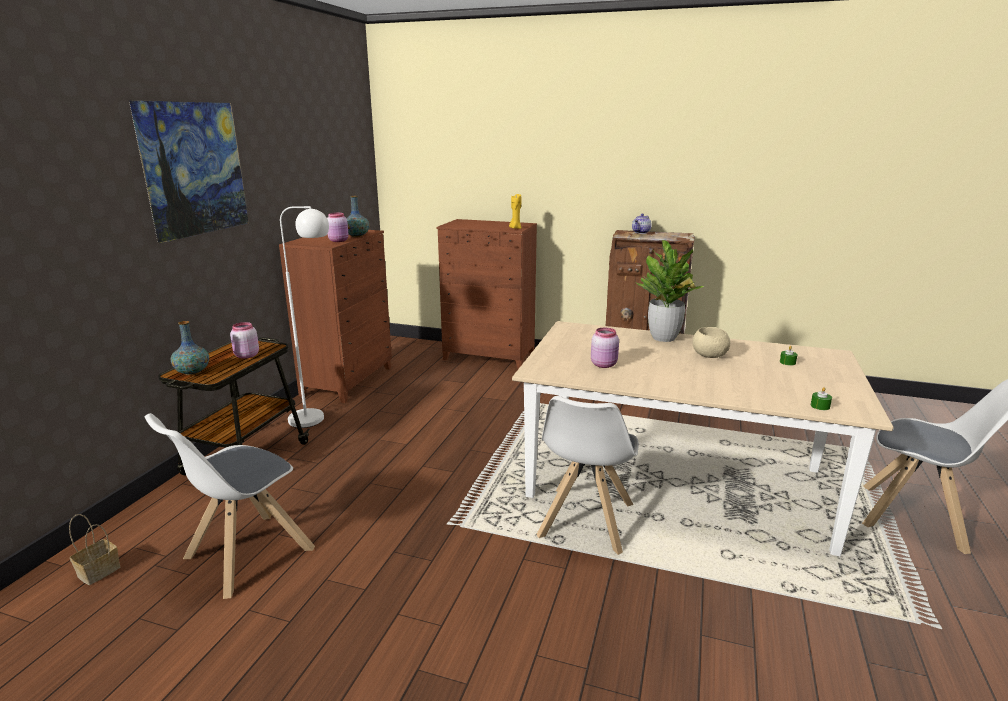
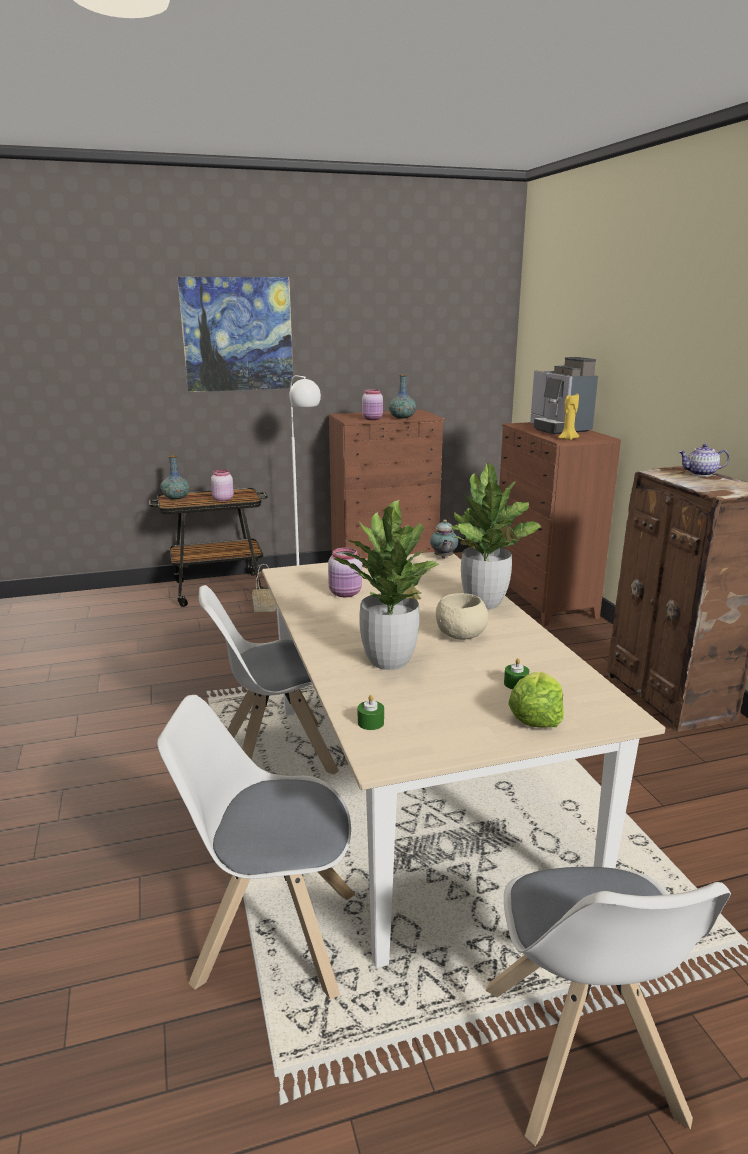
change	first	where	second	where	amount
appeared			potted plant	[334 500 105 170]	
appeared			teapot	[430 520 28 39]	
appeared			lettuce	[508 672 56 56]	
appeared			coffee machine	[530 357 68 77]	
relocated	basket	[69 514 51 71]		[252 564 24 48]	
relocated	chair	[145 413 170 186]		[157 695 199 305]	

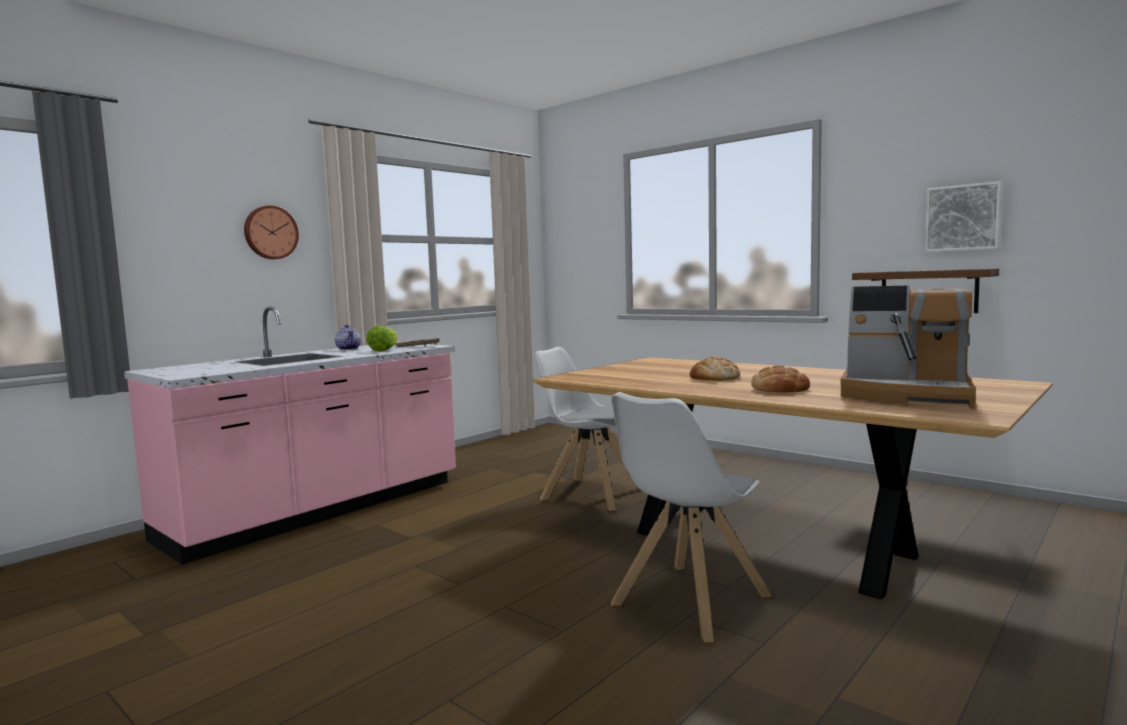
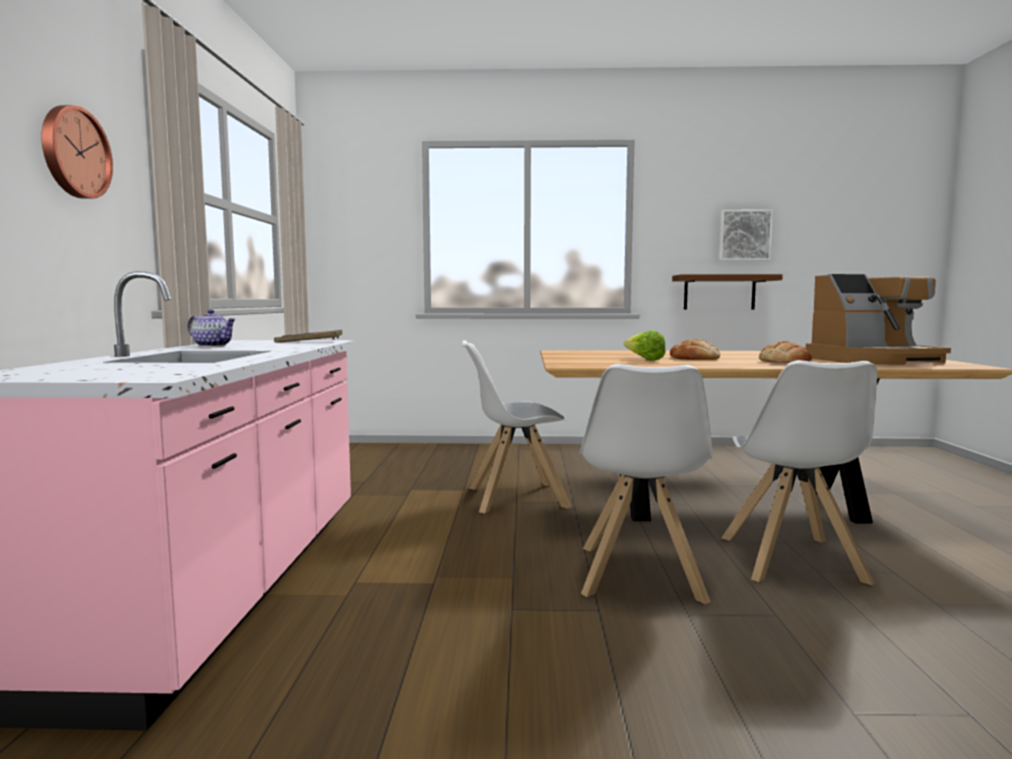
change	first	where	second	where	amount
appeared			chair	[580 364 133 240]	
relocated	lettuce	[366 326 31 25]		[624 330 42 31]	

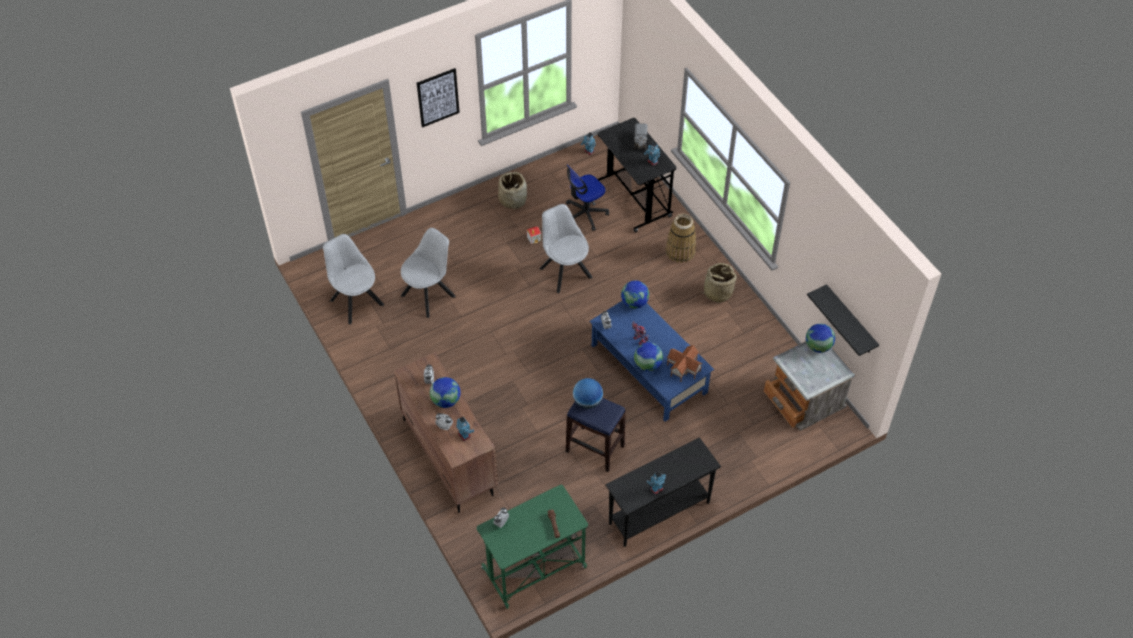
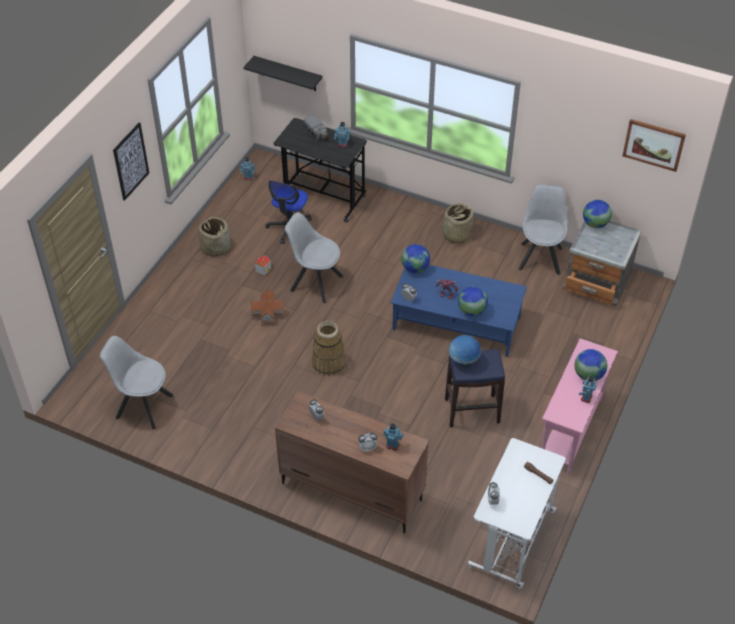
change	first	where	second	where	amount
appeared			picture	[622 119 64 53]	
relocated	chair in grey	[401 228 55 90]		[518 184 50 91]	
relocated	globe	[430 377 31 31]		[574 349 33 32]	
relocated	basket	[666 214 30 49]		[312 321 34 55]	
relocated	toy house	[667 345 35 37]		[251 289 33 37]	
relocated	shelf in black	[807 284 72 72]		[243 56 80 35]	
colour	desk in green	[477 485 111 124]	desk in white	[468 438 98 150]	
colour	console table in black	[606 437 115 110]	console table in pink	[541 338 77 137]	

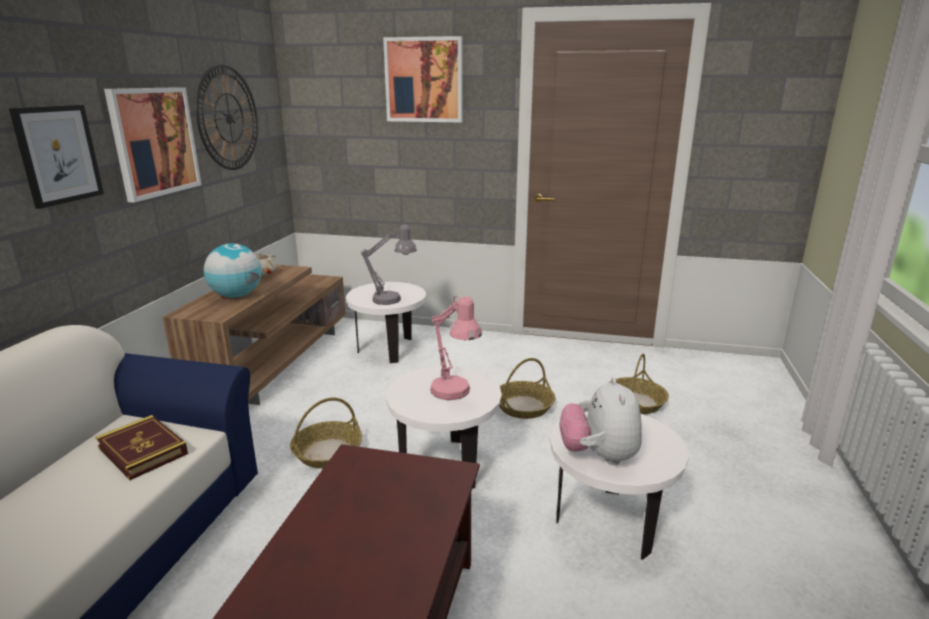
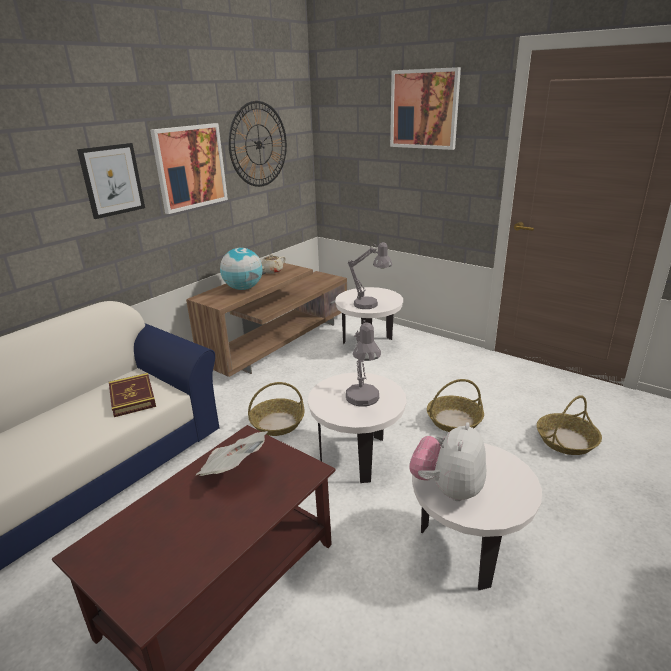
change	first	where	second	where	amount
appeared			newspaper	[196 431 72 45]	
colour	table lamp in pink	[430 296 52 104]	table lamp in grey	[346 320 35 87]	

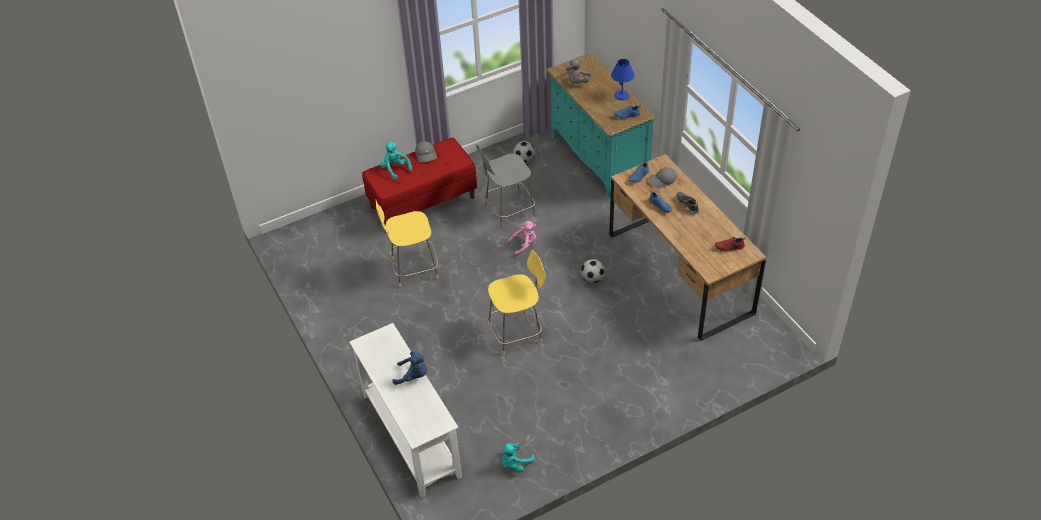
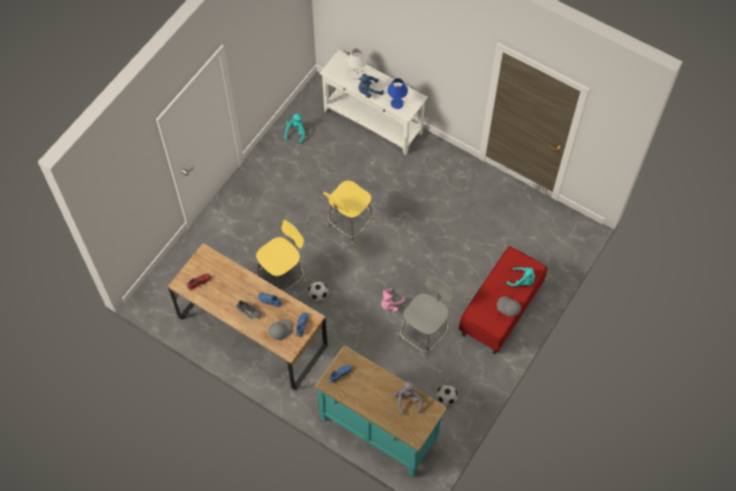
change	first	where	second	where	amount
appeared			table lamp in white	[347 48 20 31]	
relocated	stool in yellow	[375 199 64 88]		[256 220 49 72]	
relocated	table lamp in blue	[611 59 24 41]		[387 78 21 31]	

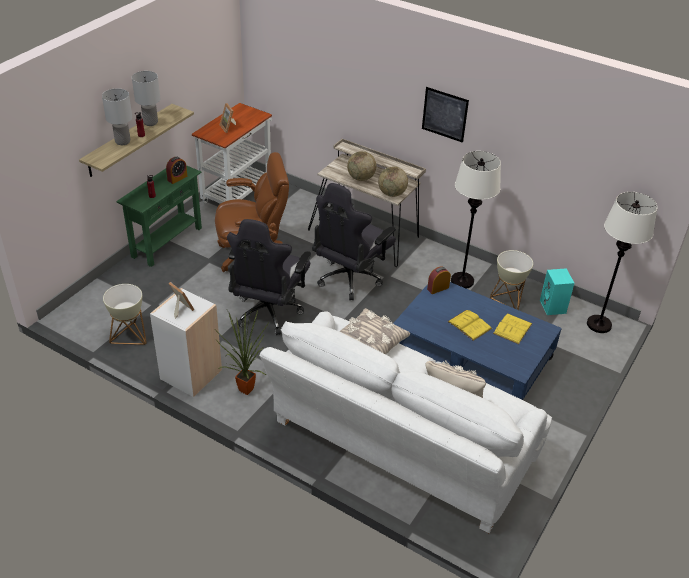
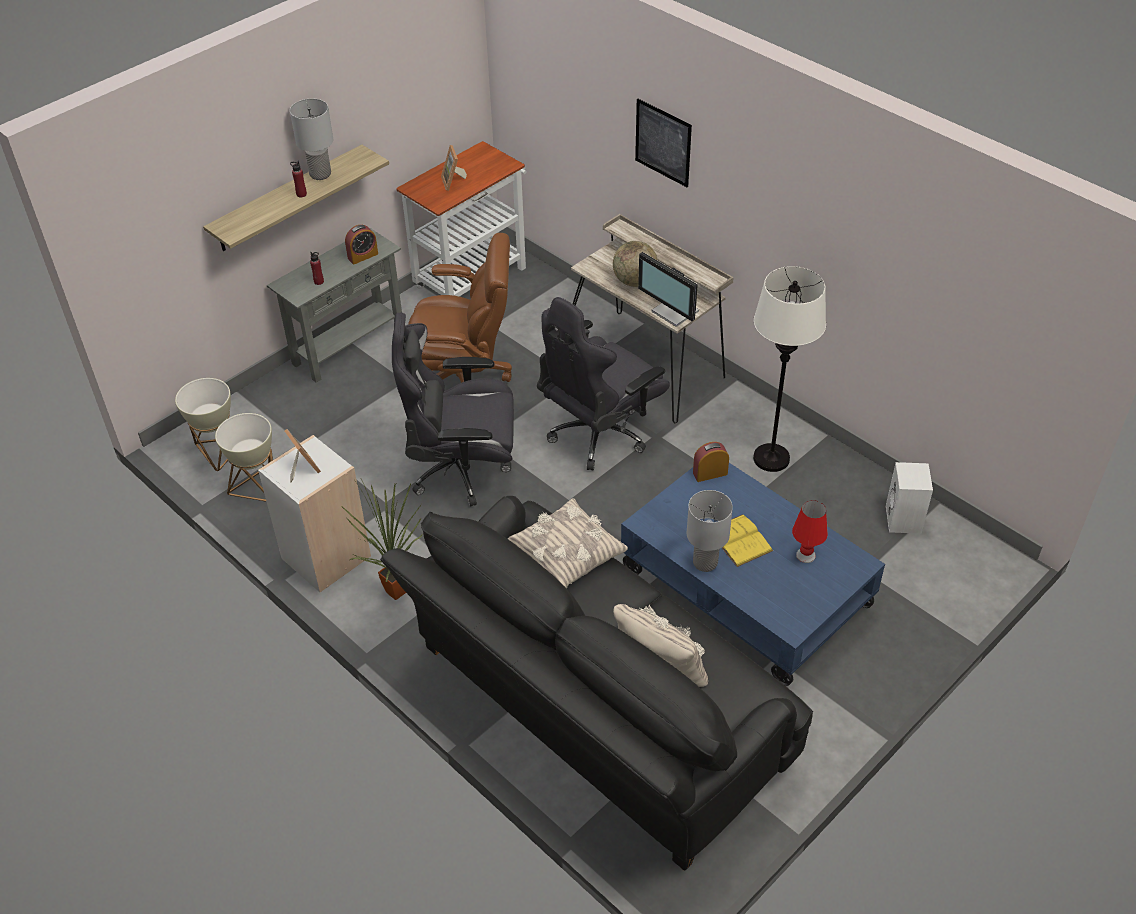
change	first	where	second	where	amount
missing	floor lamp in white	[587 192 71 141]			
relocated	table lamp in grey	[102 88 30 57]		[687 490 46 82]	
relocated	picture	[422 87 47 56]		[635 99 57 88]	
relocated	planter	[490 250 43 60]		[175 378 56 93]	
exchanged	globe	[378 166 30 31]	monitor	[638 252 61 75]	
exchanged	book in yellow	[493 313 39 31]	table lamp in red	[792 500 36 63]	
colour	console table in green	[116 165 86 102]	console table in grey	[267 228 135 155]	
colour	sofa in white	[259 311 293 222]	sofa in black	[380 496 433 375]	
colour	speaker in turquoise	[540 268 34 47]	speaker in white	[886 462 47 72]	
spun	office chair in black	[227 219 84 116]		[392 312 122 195]	60 degrees clockwise

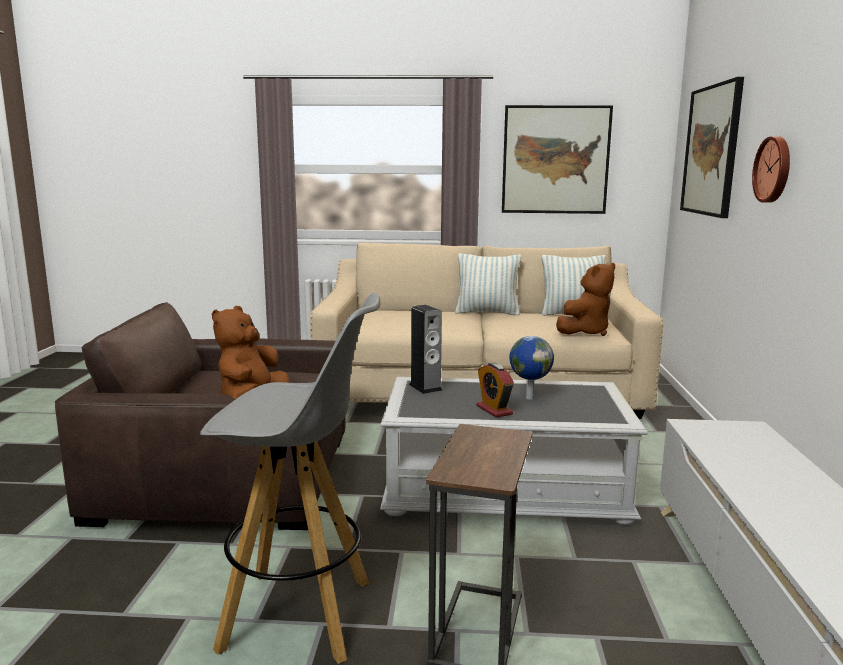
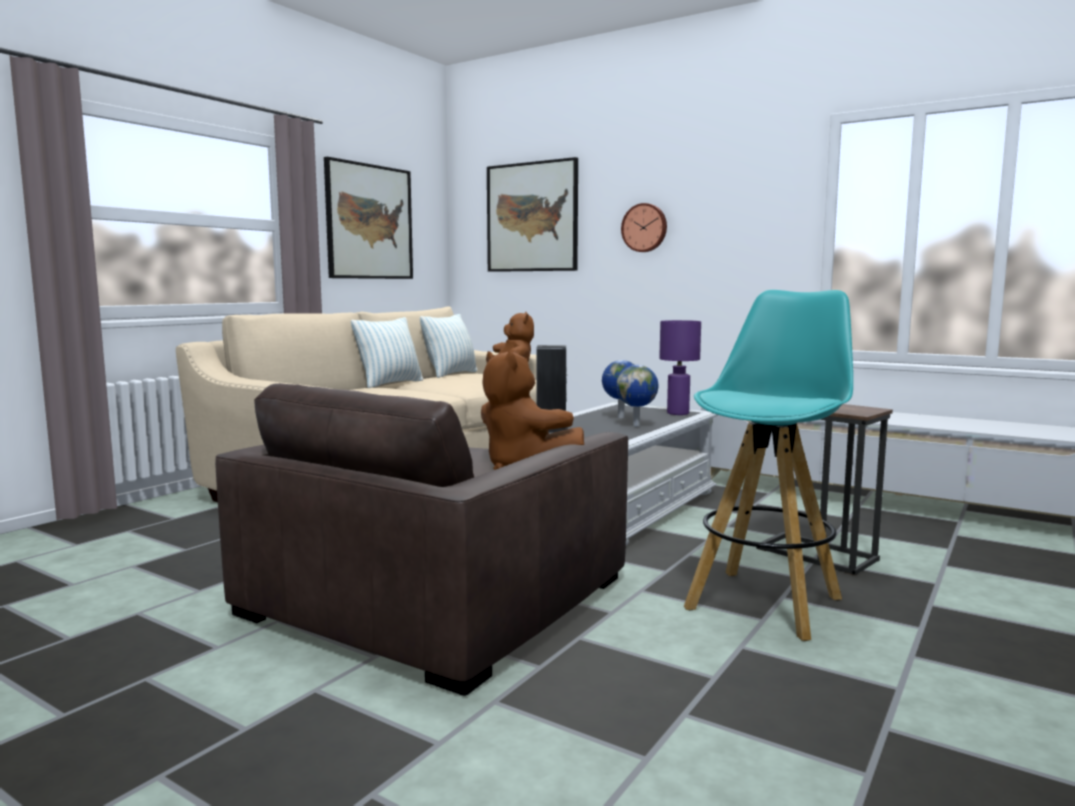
change	first	where	second	where	amount
appeared			table lamp in purple	[659 320 42 95]	
exchanged	alarm clock	[476 363 38 54]	globe	[616 365 42 62]	
colour	stool in grey	[200 293 180 371]	stool in turquoise	[684 290 169 351]	

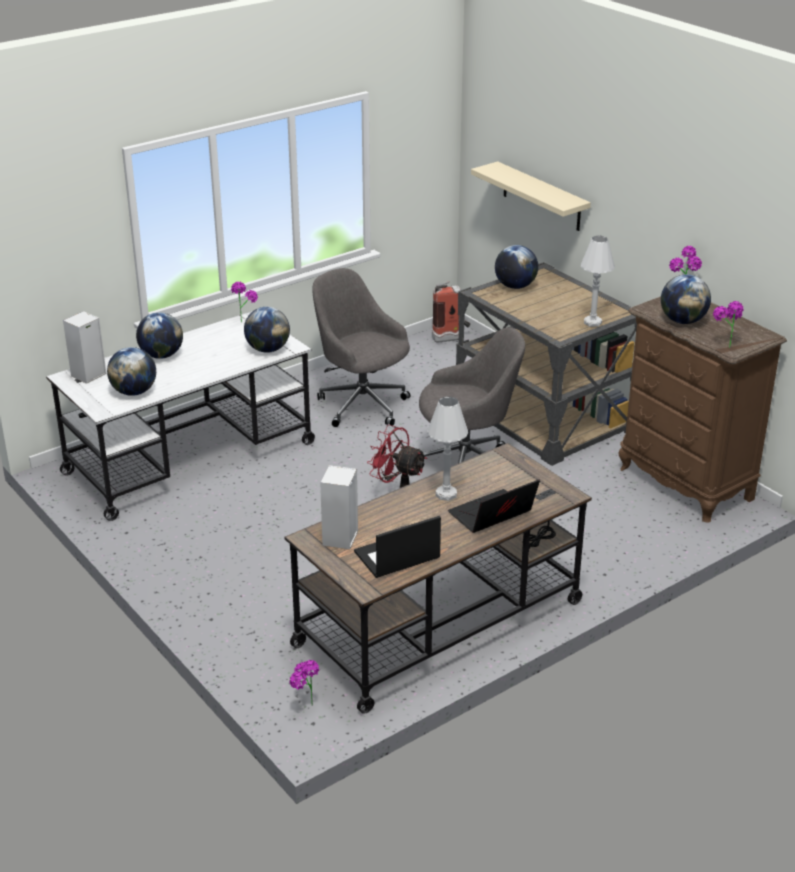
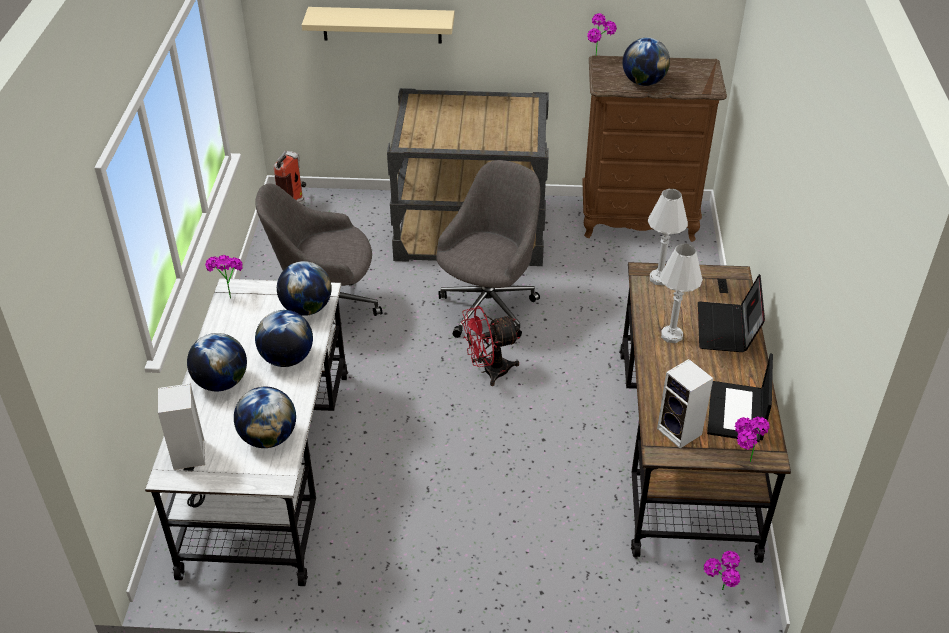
change	first	where	second	where	amount
relocated	globe	[495 245 43 44]		[255 310 58 57]	
relocated	table lamp in white	[581 236 34 91]		[648 189 40 96]	
relocated	potted plant	[713 301 31 47]		[735 416 35 46]	

